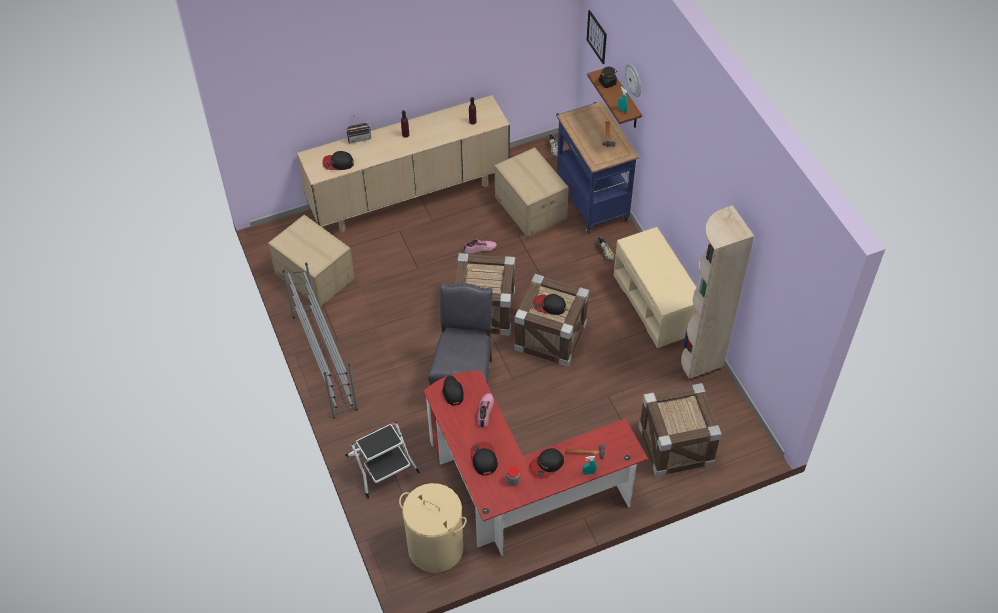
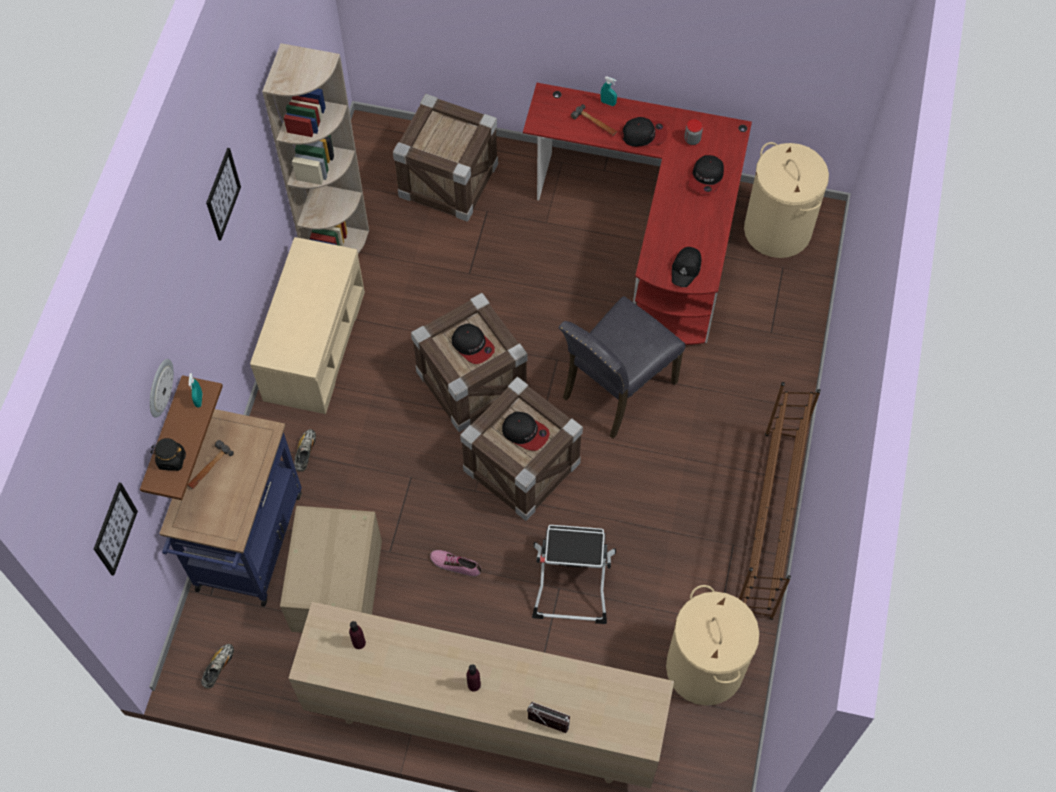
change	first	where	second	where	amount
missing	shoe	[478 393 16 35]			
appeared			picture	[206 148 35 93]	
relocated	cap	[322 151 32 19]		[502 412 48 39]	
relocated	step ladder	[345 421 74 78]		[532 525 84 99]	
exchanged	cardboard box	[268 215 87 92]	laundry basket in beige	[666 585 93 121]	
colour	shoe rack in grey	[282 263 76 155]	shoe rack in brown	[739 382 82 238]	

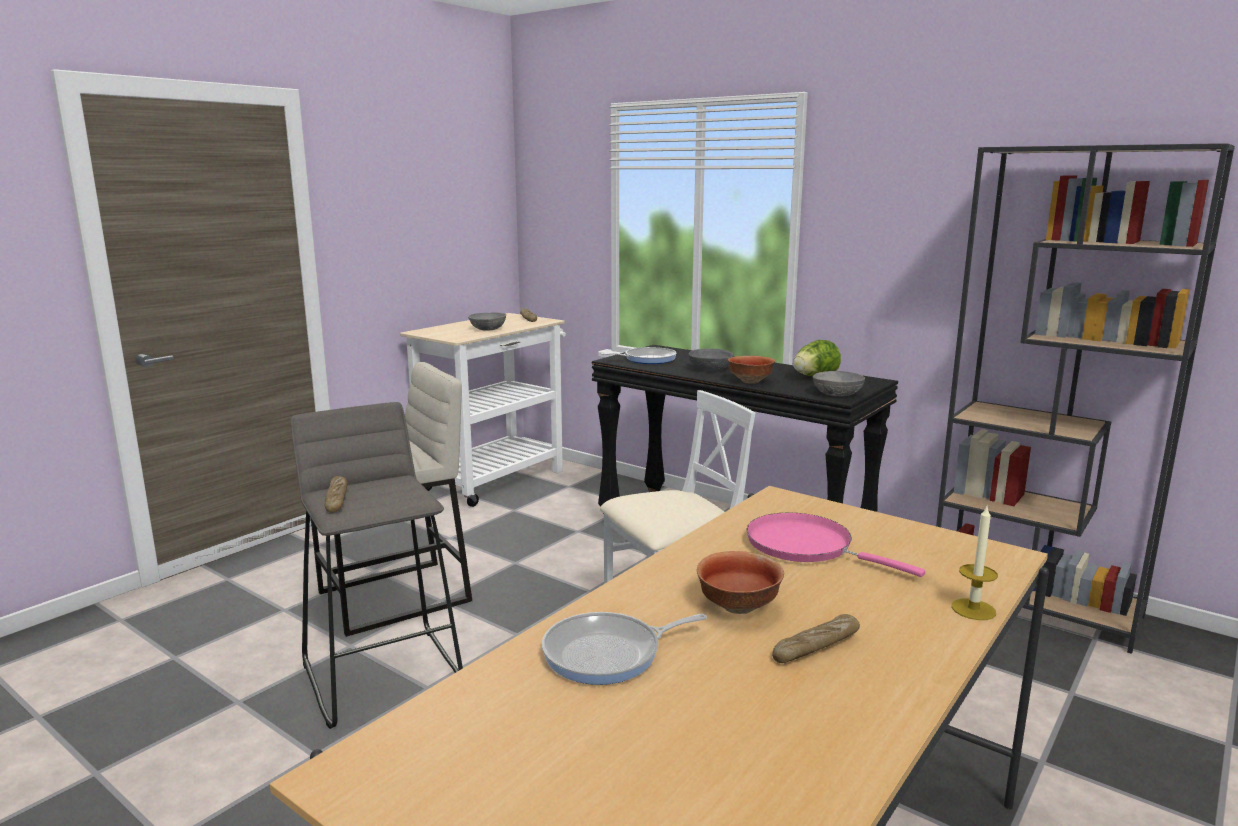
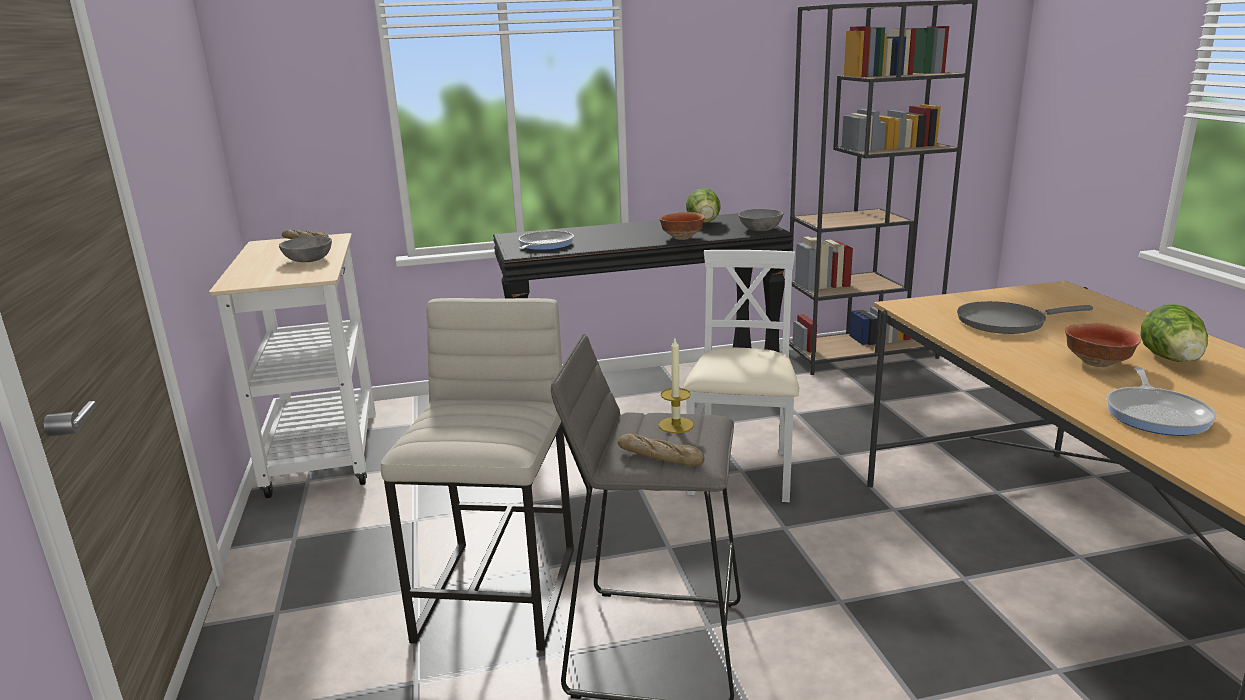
change	first	where	second	where	amount
missing	bowl in grey	[689 349 45 22]			
relocated	candle	[952 507 46 113]		[659 339 35 94]	
exchanged	bread	[772 614 88 49]	lettuce	[1140 304 68 58]	
colour	frying pan in pink	[746 513 179 64]	frying pan in grey	[957 301 136 33]	

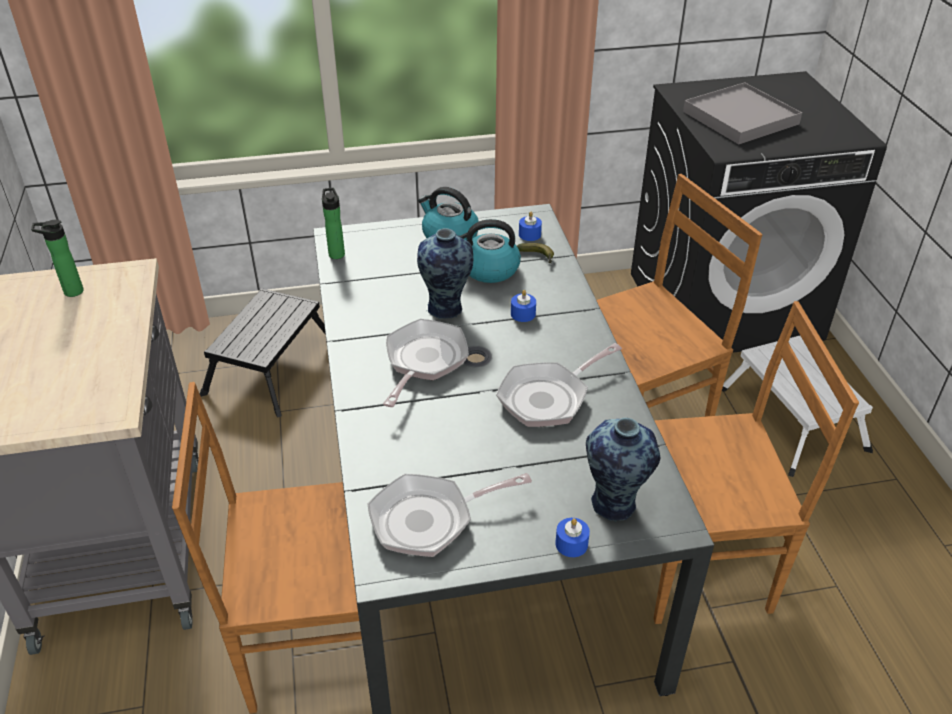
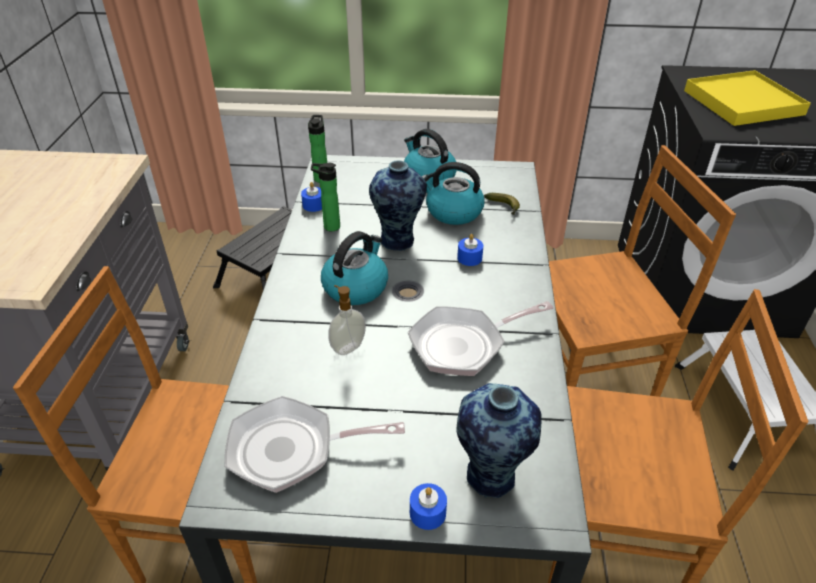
change	first	where	second	where	amount
appeared			soap dispenser	[328 285 38 70]	
relocated	bottle	[31 219 53 78]		[311 163 29 68]	
relocated	candle in blue	[519 212 23 29]		[301 182 21 30]	
exchanged	frying pan	[383 319 86 88]	kettle	[321 231 67 74]	
colour	tray in grey	[683 82 119 63]	tray in yellow	[684 70 127 56]	

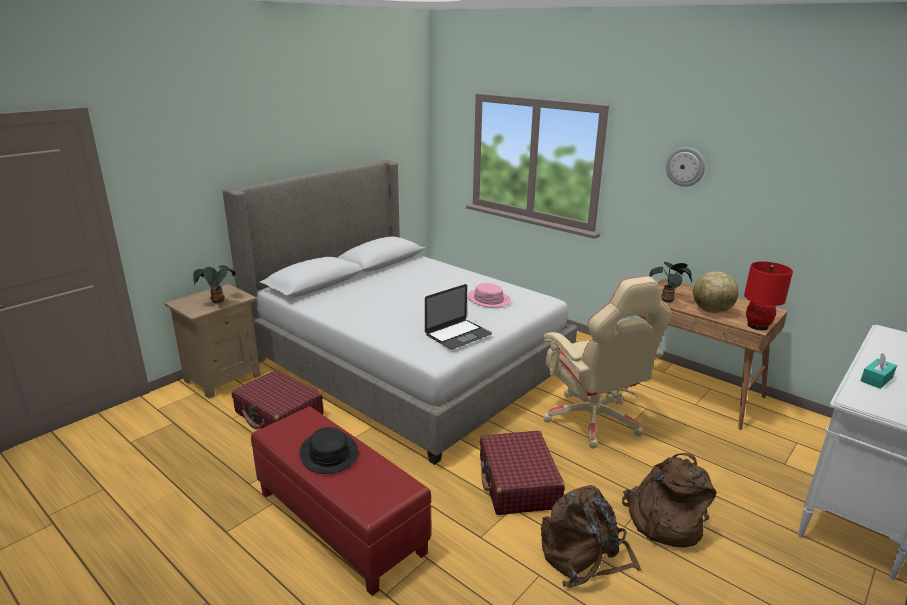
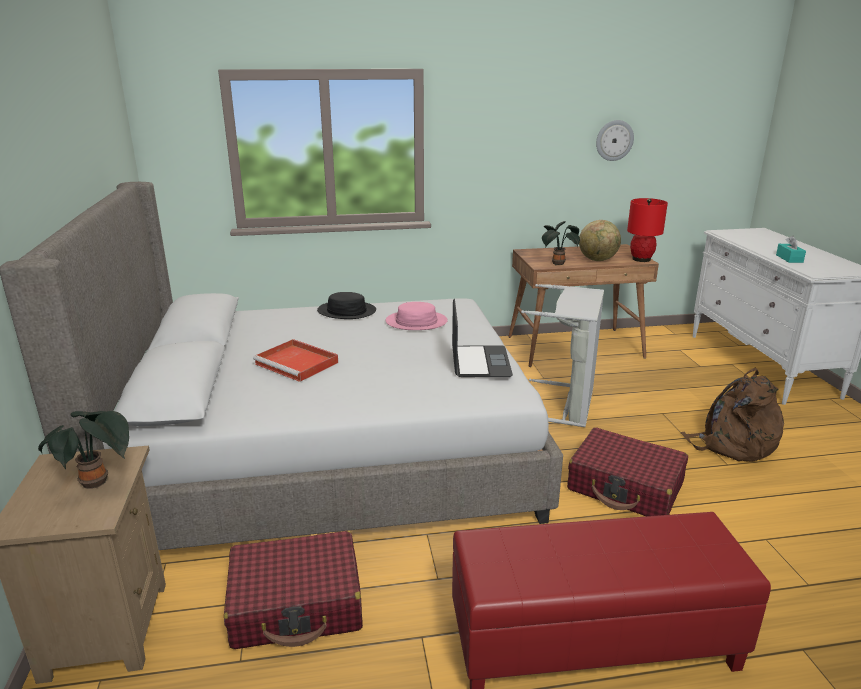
change	first	where	second	where	amount
missing	backpack in brown	[541 485 101 103]			
appeared			tray in red	[253 339 85 43]	
relocated	hat in black	[300 427 58 47]		[317 292 59 27]	
relocated	wall clock	[666 147 39 40]		[596 120 38 41]	
exchanged	office chair in beige	[543 276 129 173]	laundry basket in grey	[521 284 83 143]	

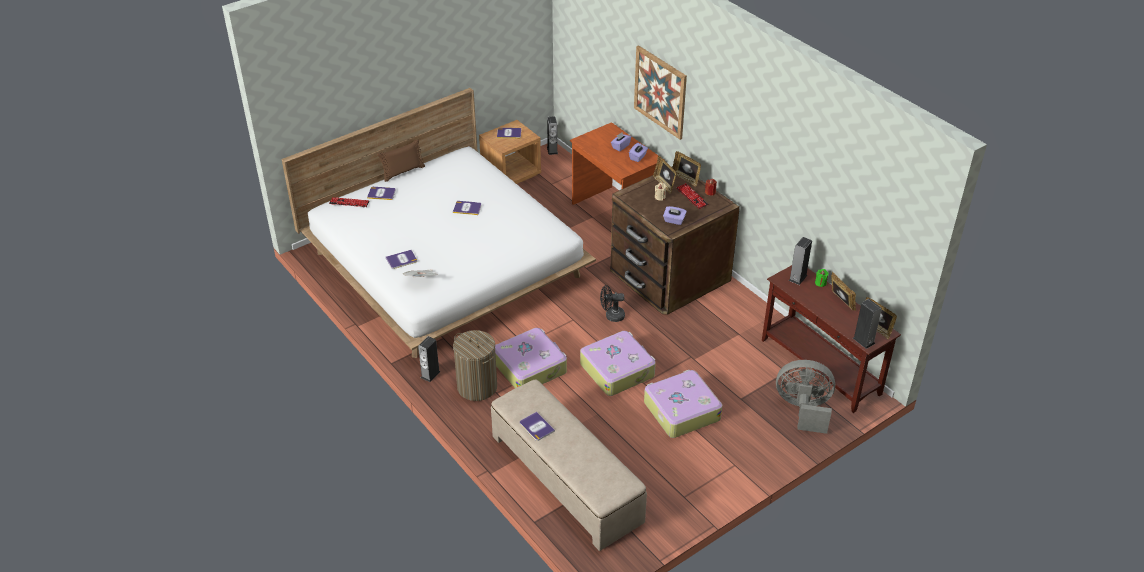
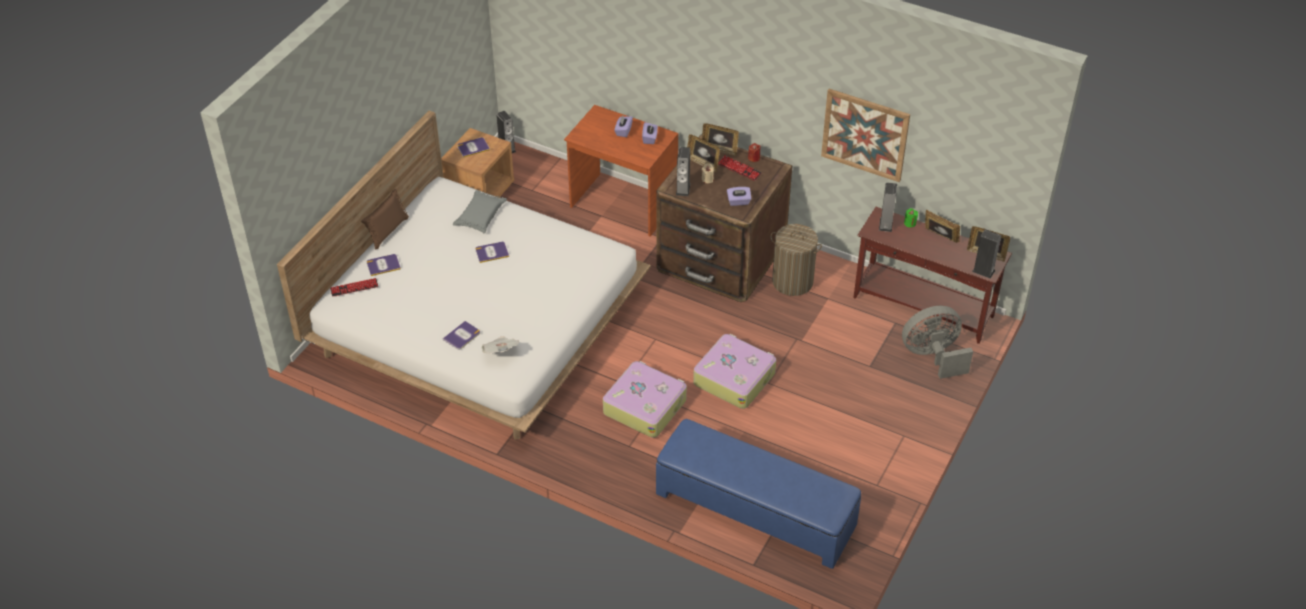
change	first	where	second	where	amount
missing	book	[520 412 35 29]			
missing	fan in black	[600 285 25 37]			
missing	suitcase	[644 370 78 68]			
appeared			pillow in grey	[453 190 54 43]	
relocated	speaker	[418 336 23 46]		[676 147 14 49]	
relocated	laundry basket	[453 330 44 71]		[770 224 52 72]	
relocated	picture	[634 45 53 95]		[821 89 89 93]	
colour	bench in beige	[491 380 156 171]	bench in blue	[656 419 205 150]	

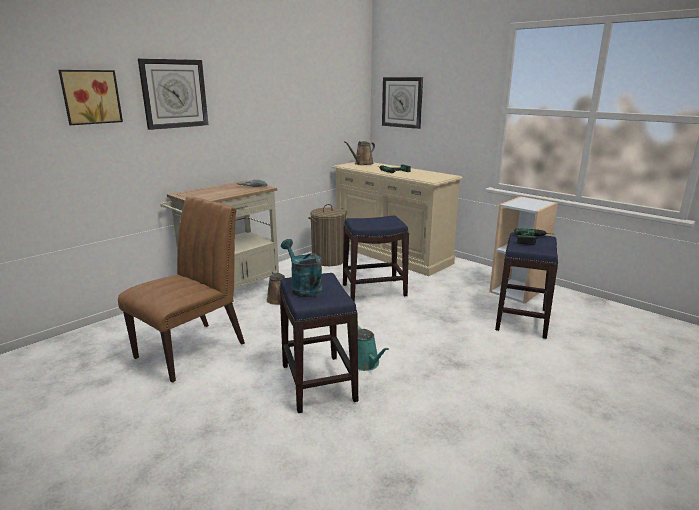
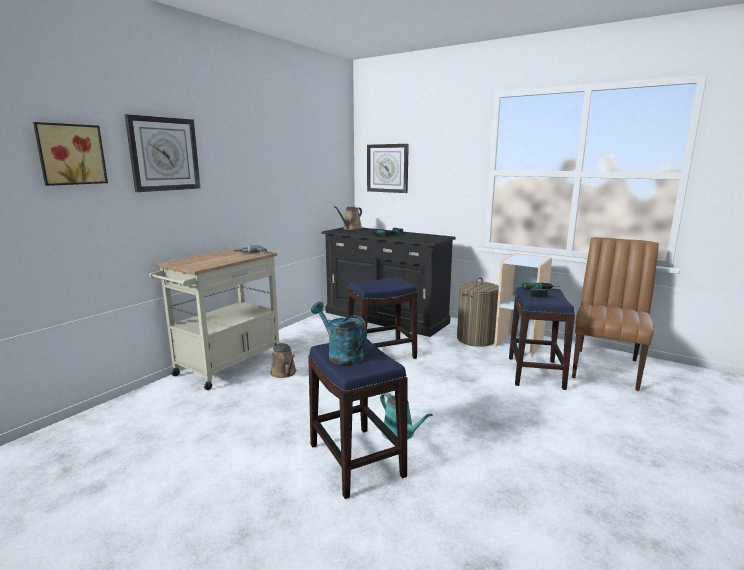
change	first	where	second	where	amount
relocated	chair in brown	[118 197 127 186]		[572 237 87 154]	
relocated	laundry basket	[308 204 39 62]		[457 277 42 70]	
colour	cabinet in beige	[332 162 131 114]	cabinet in black	[321 227 135 110]	

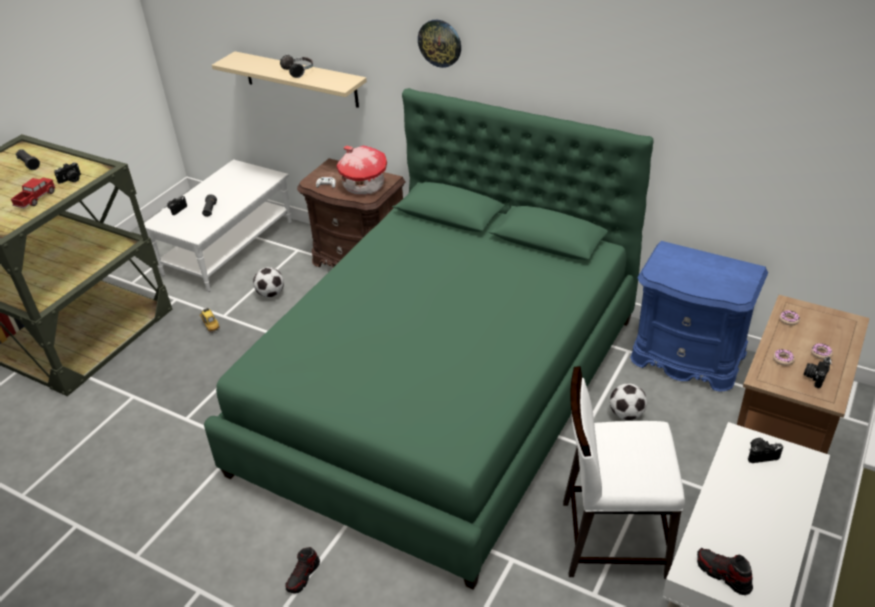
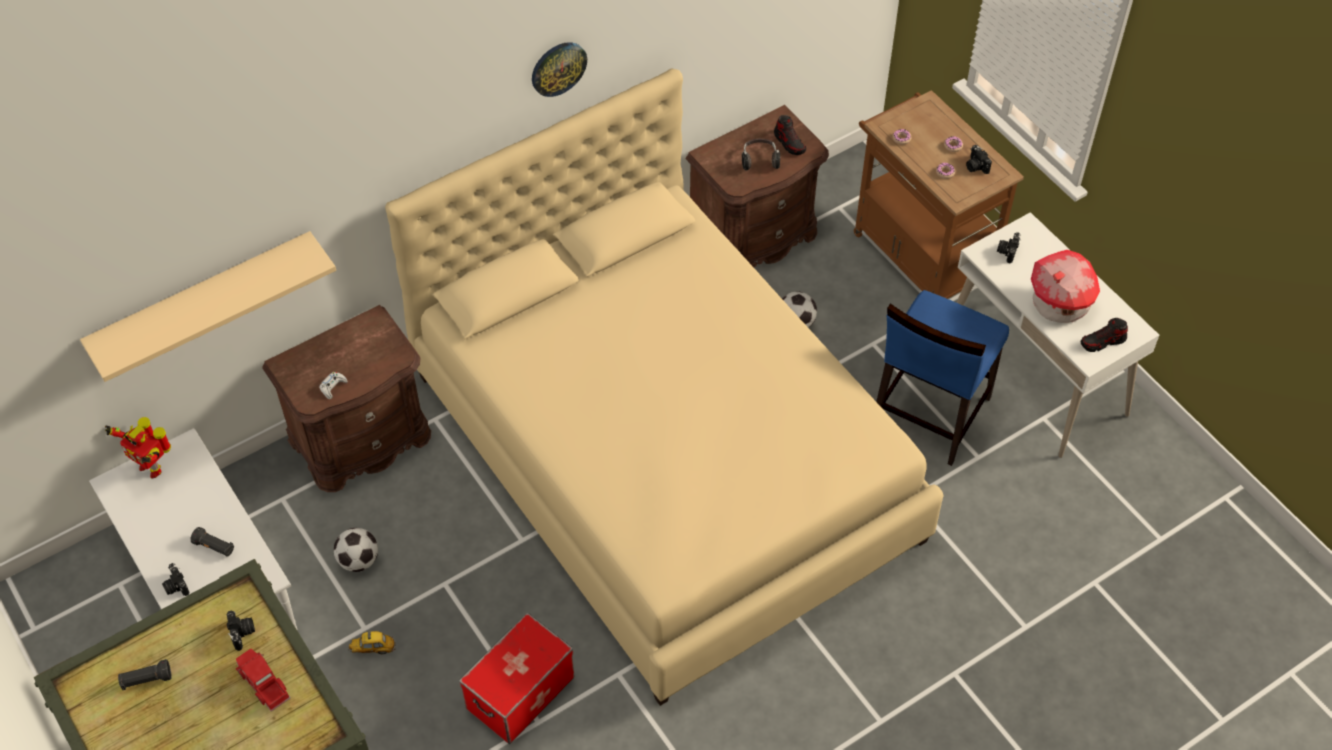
change	first	where	second	where	amount
appeared			toy robot	[105 417 66 62]	
appeared			storage box	[459 613 115 131]	
relocated	headphones	[280 54 33 24]		[742 139 38 31]	
relocated	shoe	[285 547 35 47]		[774 115 32 40]	
relocated	toy house	[337 145 50 50]		[1031 250 69 73]	
relocated	wall clock	[418 20 43 48]		[532 42 55 55]	
colour	bed in green	[204 88 450 502]	bed in beige	[385 69 559 637]	
colour	chair in white	[563 366 122 213]	chair in blue	[876 290 133 176]	
colour	nightstand in blue	[630 241 138 151]	nightstand in brown	[685 105 144 162]	

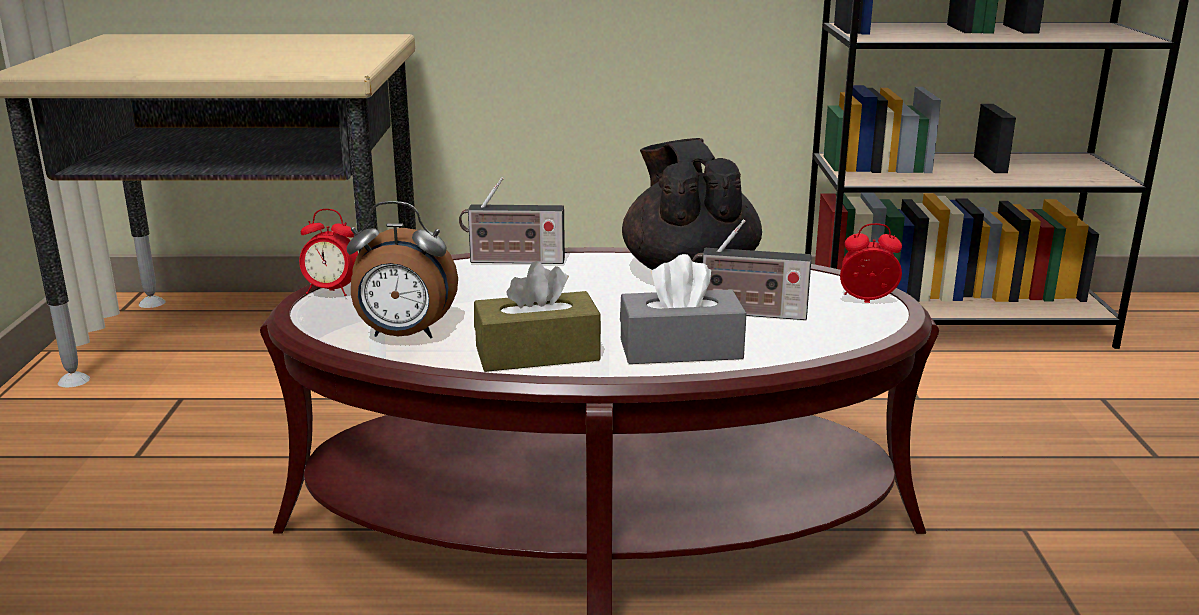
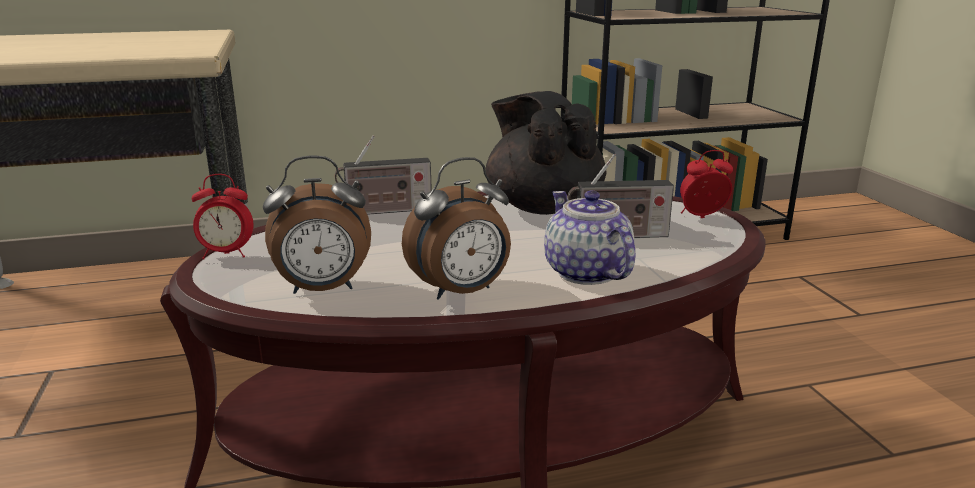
change	first	where	second	where	amount
exchanged	tissue box in brown	[474 261 127 111]	alarm clock	[402 157 109 143]	
exchanged	tissue box in grey	[620 254 126 110]	teapot	[544 191 91 94]	

